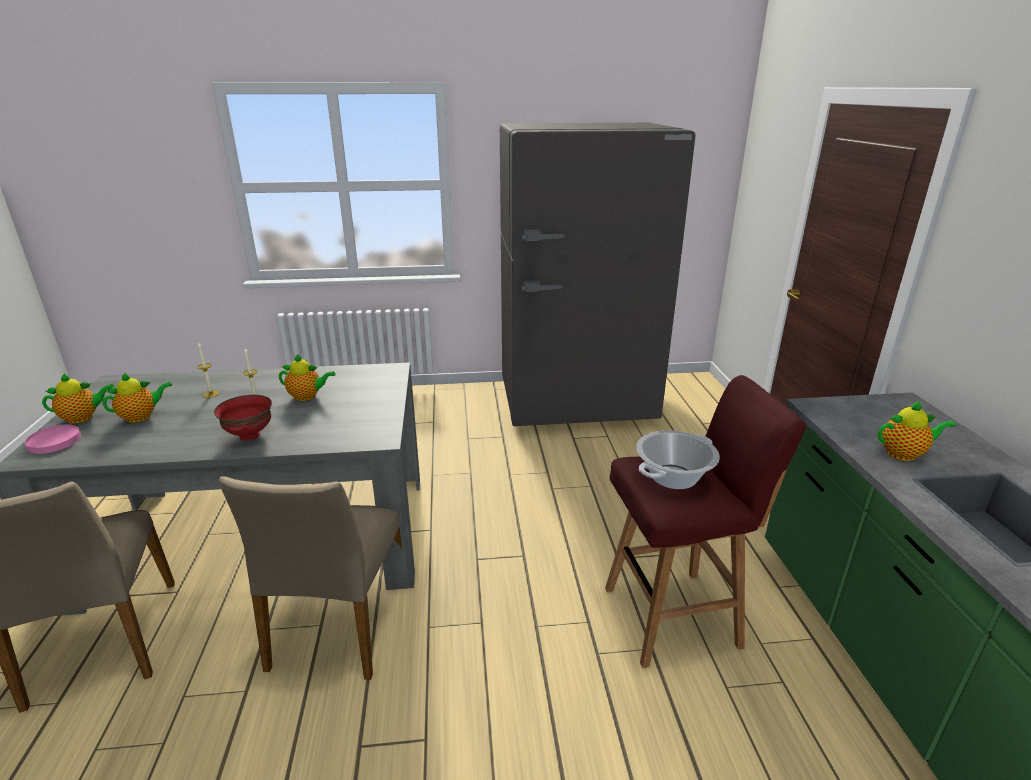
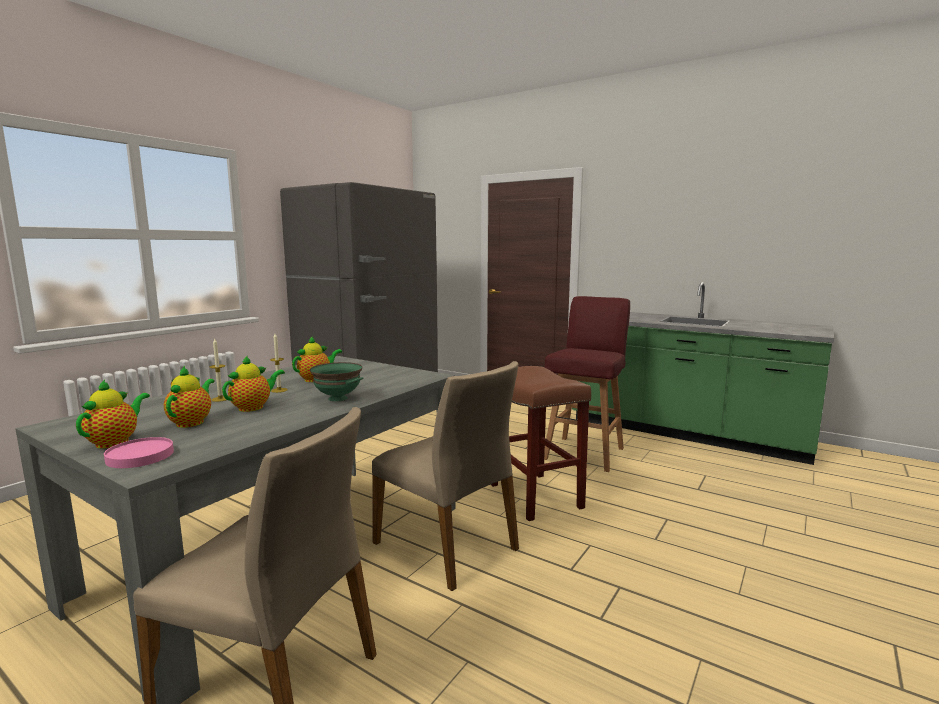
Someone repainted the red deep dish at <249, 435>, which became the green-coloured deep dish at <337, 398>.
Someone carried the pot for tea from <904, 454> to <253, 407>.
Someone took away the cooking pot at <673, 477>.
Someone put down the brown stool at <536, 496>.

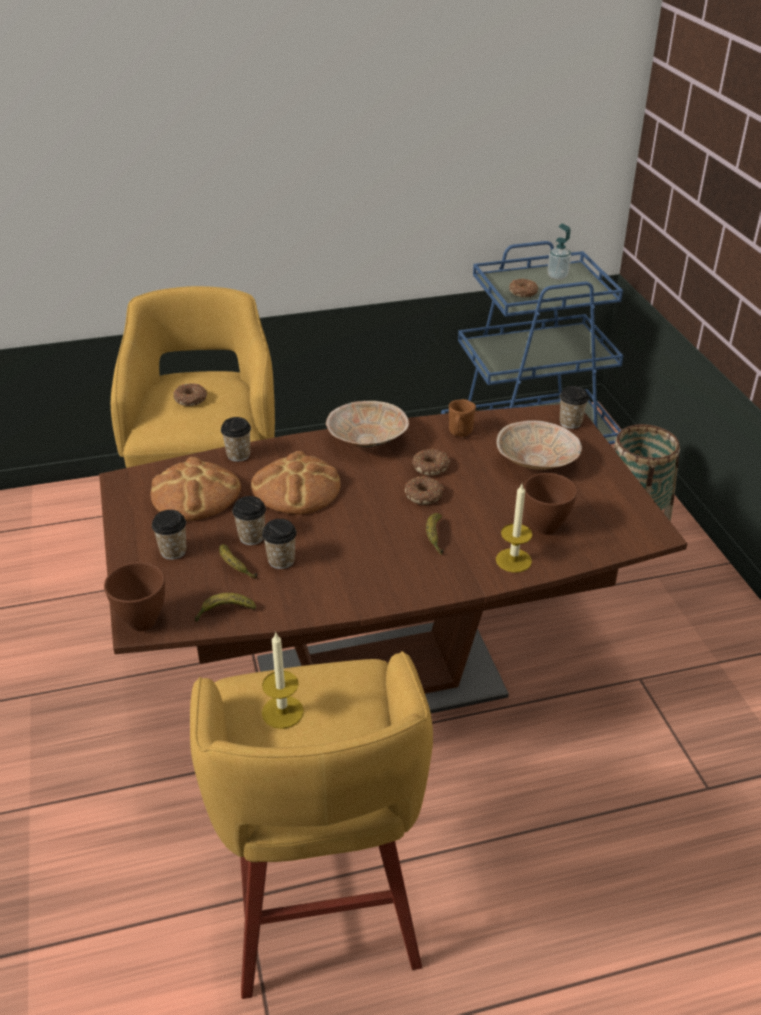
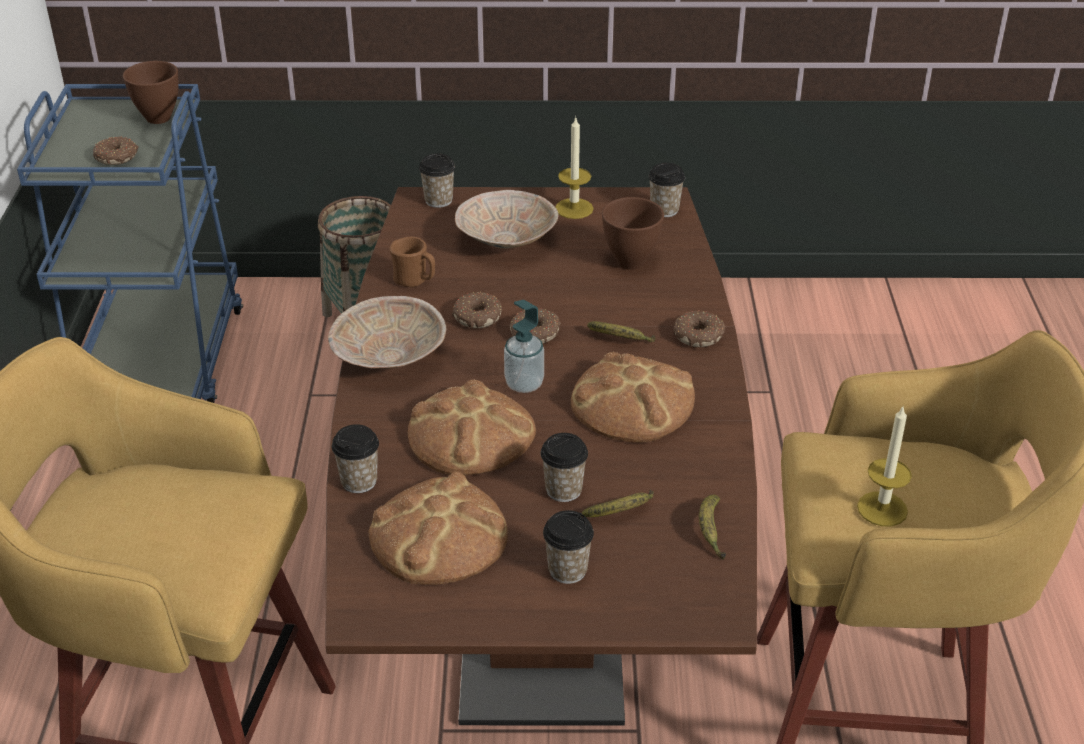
Someone carried the soap bottle from <557, 276> to <524, 384>.
Someone carried the ring doughnut from <191, 399> to <699, 335>.
Someone carried the wax candle from <513, 560> to <574, 208>.
Someone carried the drinking cup from <281, 560> to <664, 210>.
Someone carried the brown deep dish from <142, 621> to <157, 118>.
Someone put down the baked bread at <632, 403>.

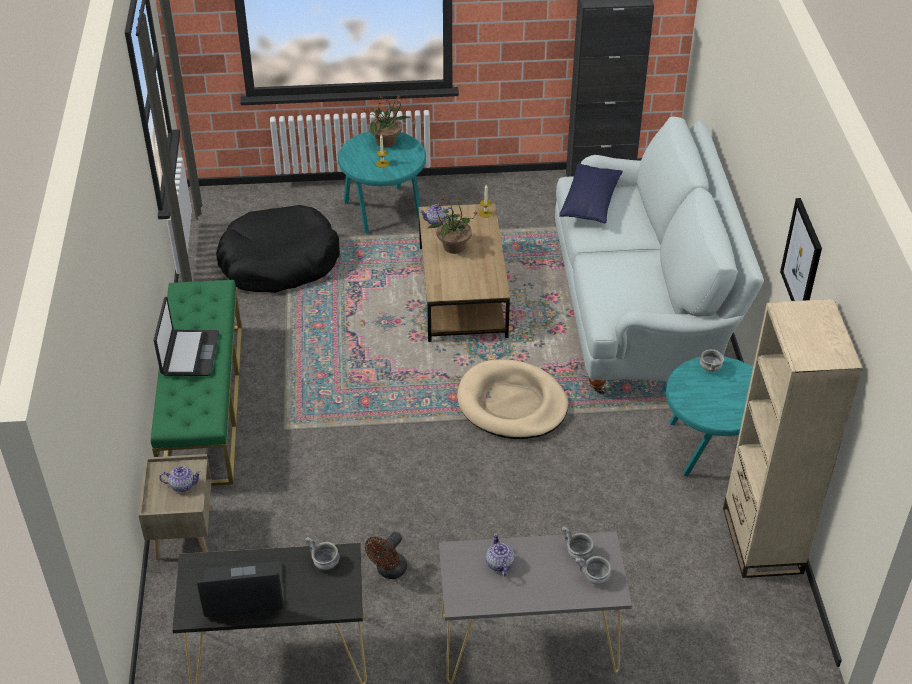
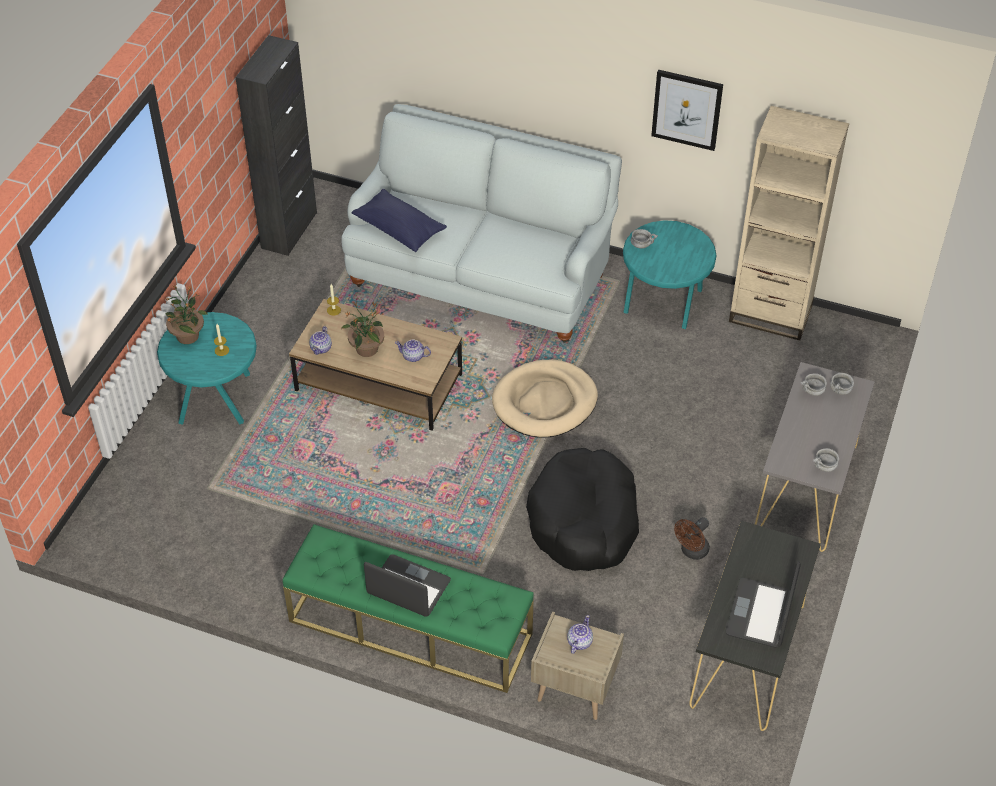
Someone carried the blackish pet bed from <279, 262> to <584, 521>.
Someone rotated the brown fan at <389, 571> by 75 degrees clockwise.
Someone carried the pot for tea from <499, 564> to <413, 356>.
Someone carried the greyish deep dish from <325, 563> to <824, 467>.

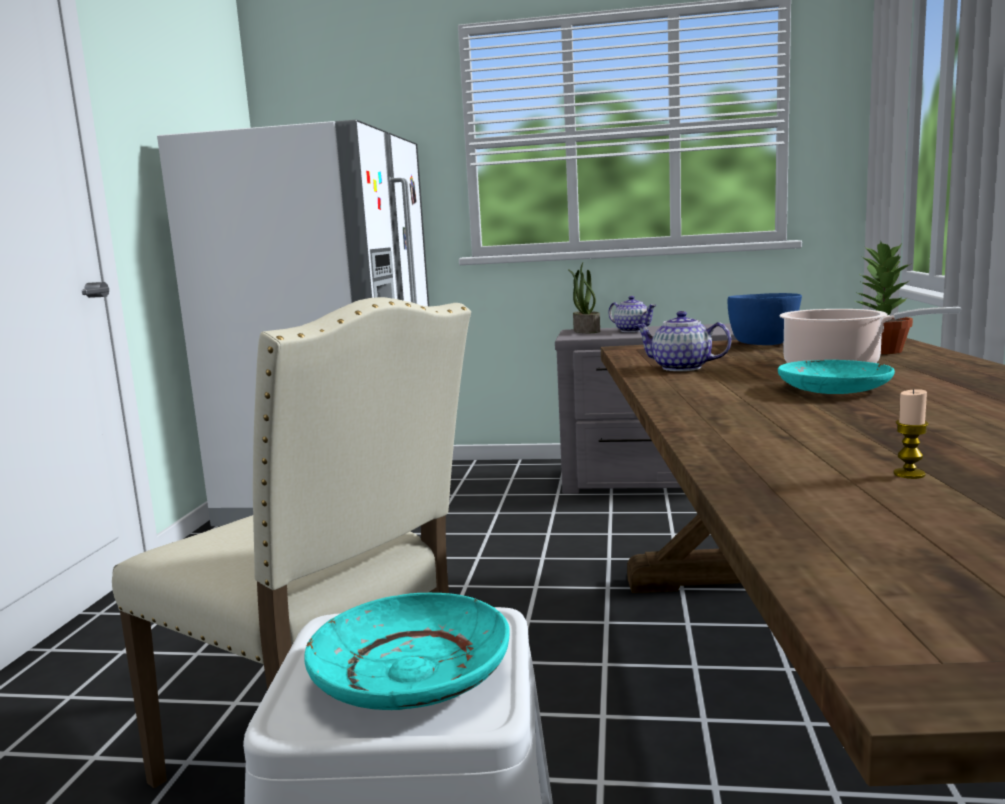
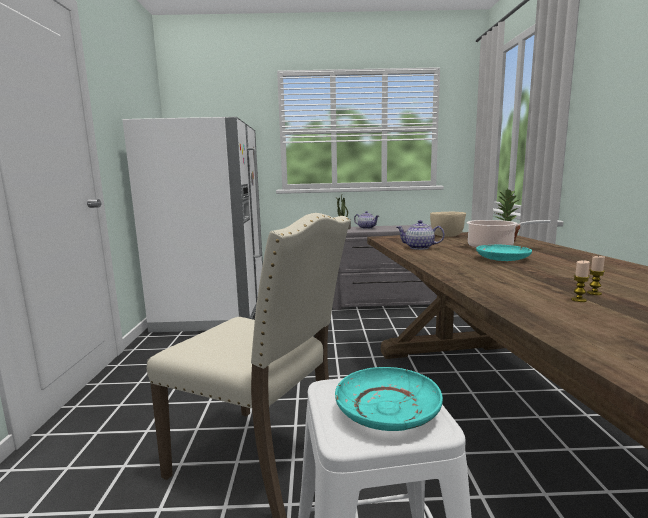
Someone repainted the bluish deep dish at <763, 344>, which became the beige deep dish at <446, 236>.
Someone put down the wax candle at <594, 293>.

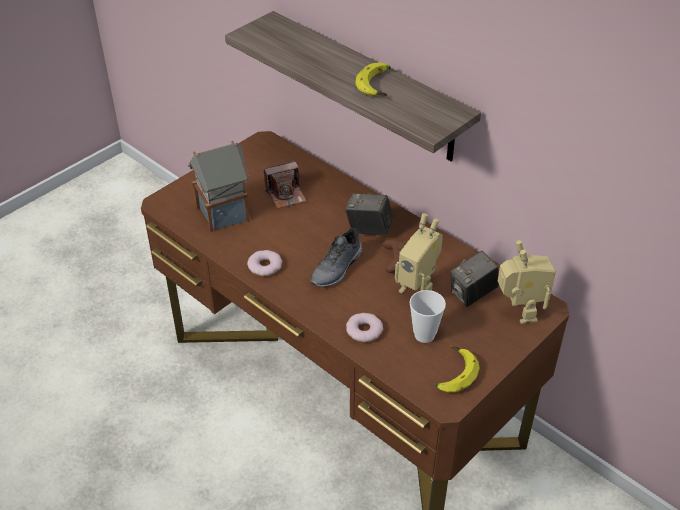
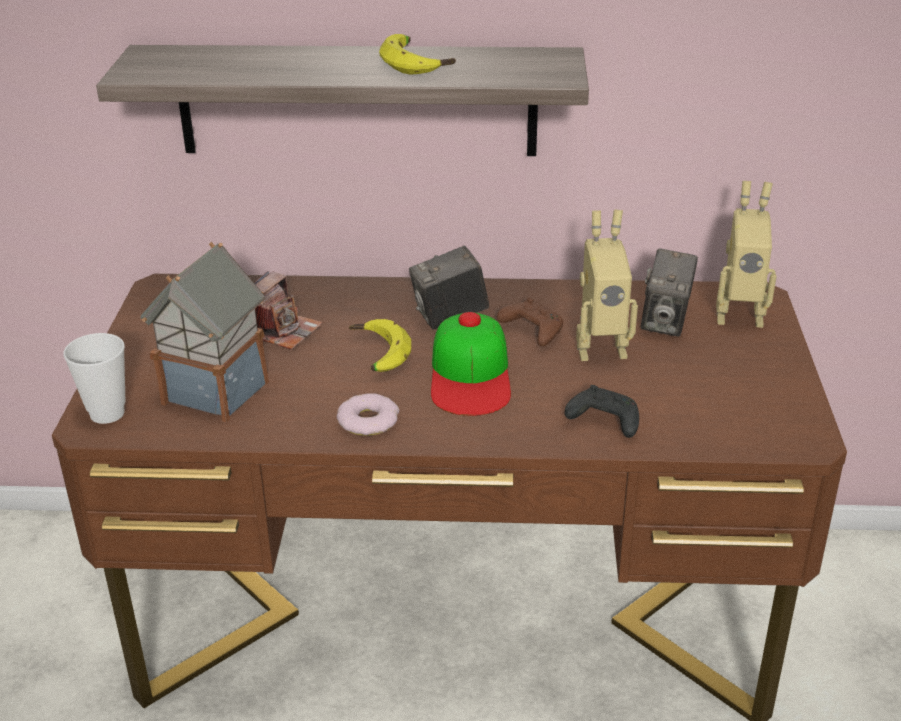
Someone swapped the greyish low shoe at <337, 268> for the cap at <471, 375>.
Someone rotated the toy robot at <518, 313> by 150 degrees clockwise.
Someone carried the drinking cup from <424, 335> to <107, 413>.
Someone swapped the ring doughnut at <364, 330> for the blackish game controller at <603, 421>.
Someone carried the banana fruit from <452, 374> to <376, 354>.

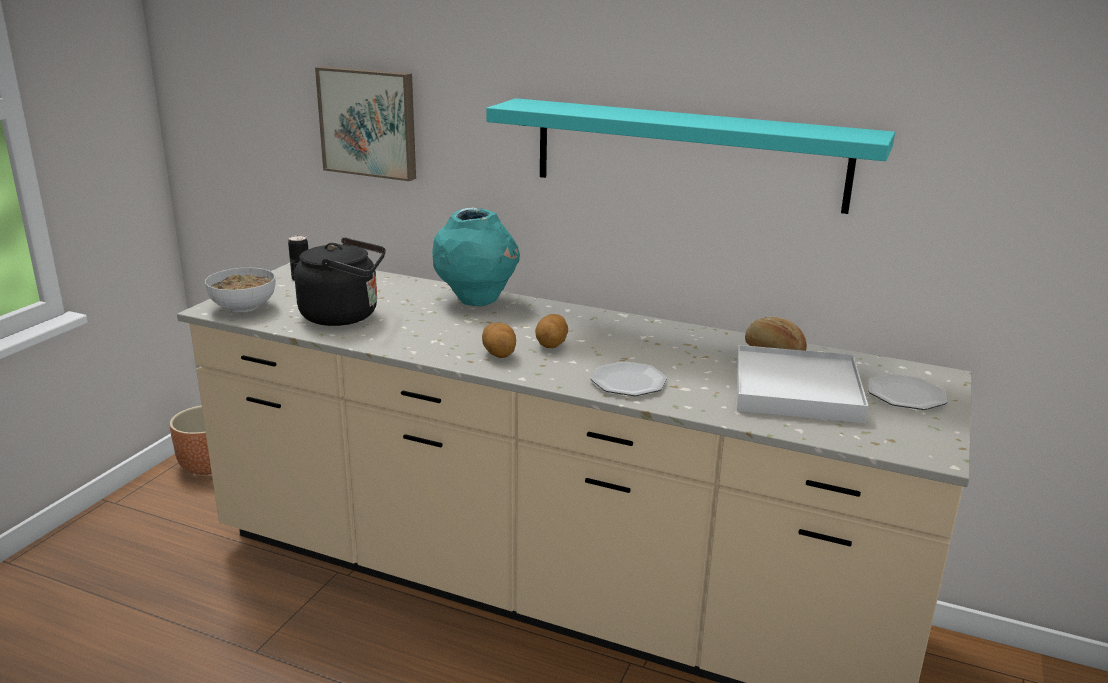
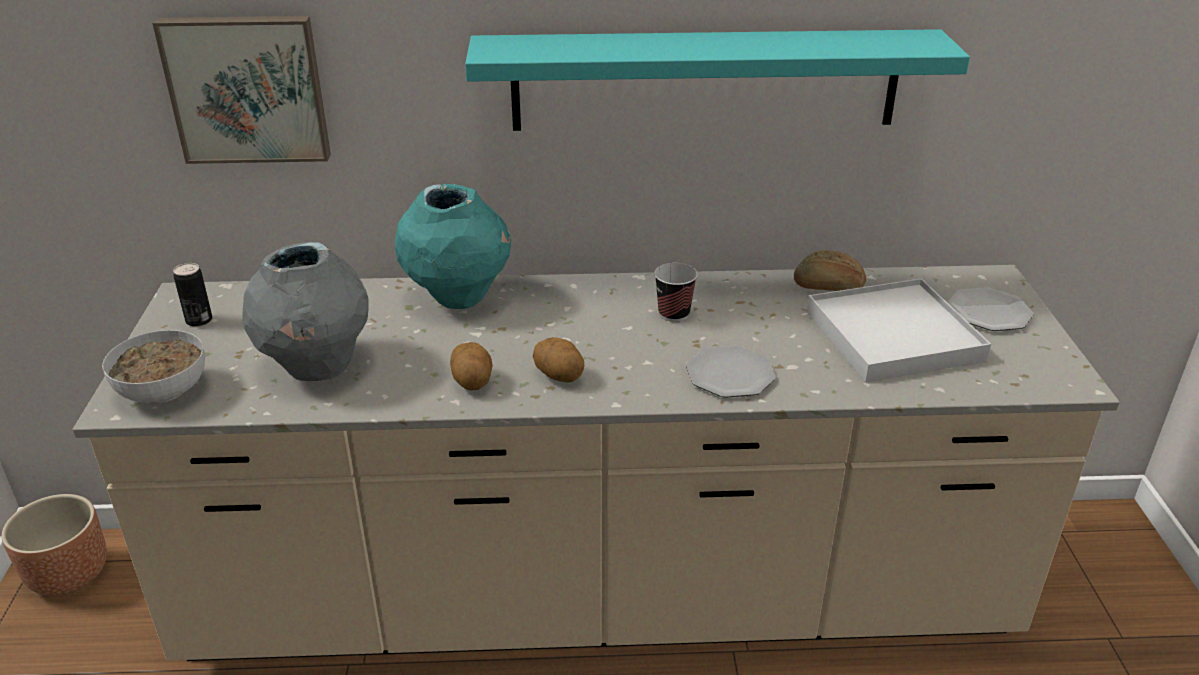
Someone swapped the blackish tea kettle at <345, 316> for the greyish decorative vase at <317, 368>.
Someone carried the spud from <551, 345> to <472, 382>.
Someone put down the drinking cup at <674, 314>.

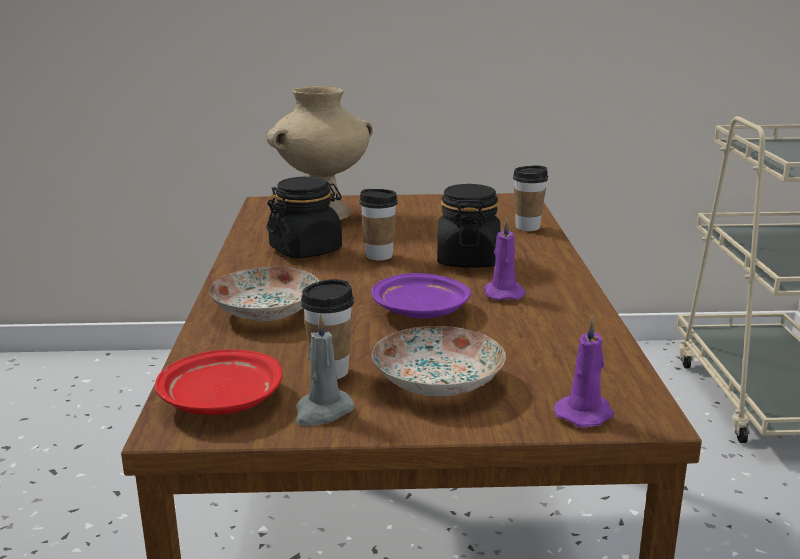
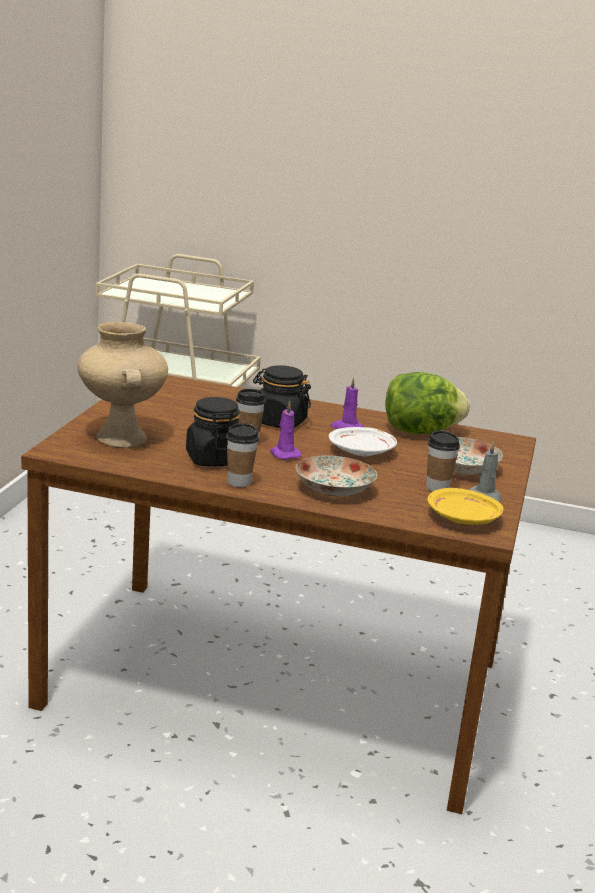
Someone carried the drinking cup from <527, 227> to <239, 482>.
Someone repainted the purple dinner plate at <421, 311>, which became the white dinner plate at <362, 452>.
Someone carried the purple wax candle from <585, 413> to <284, 454>.
Someone repainted the red dinner plate at <220, 401>, which became the yellowish dinner plate at <463, 519>.
Someone put down the lettuce head at <420, 432>.

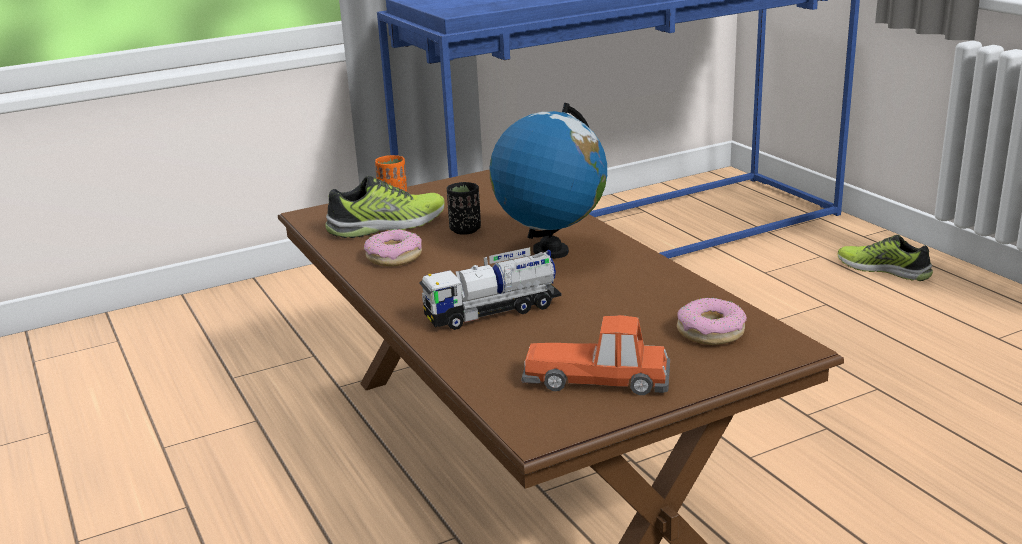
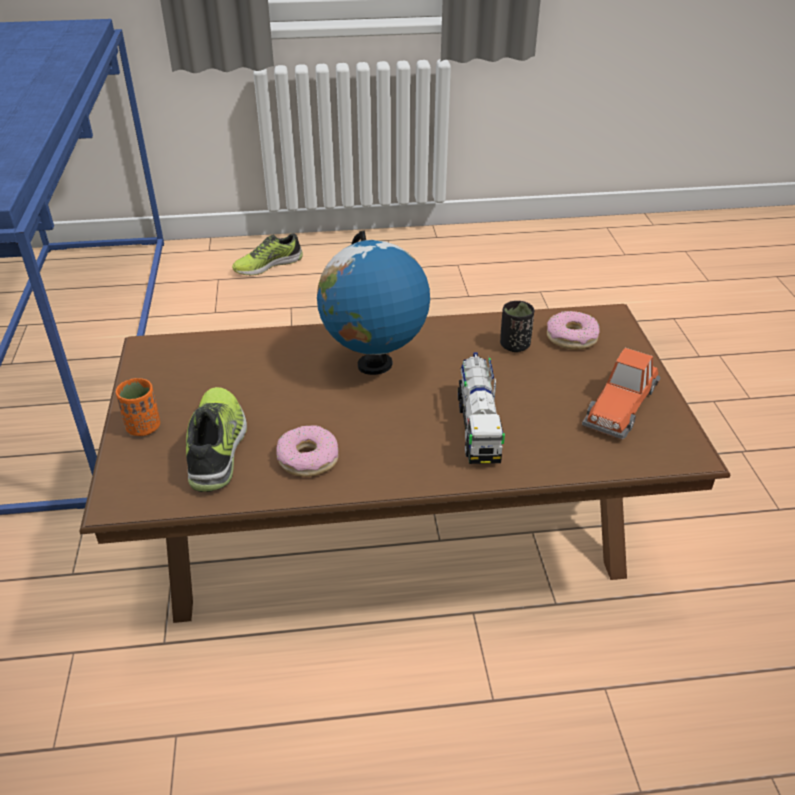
Someone carried the blackish drinking cup from <465, 230> to <514, 345>.

